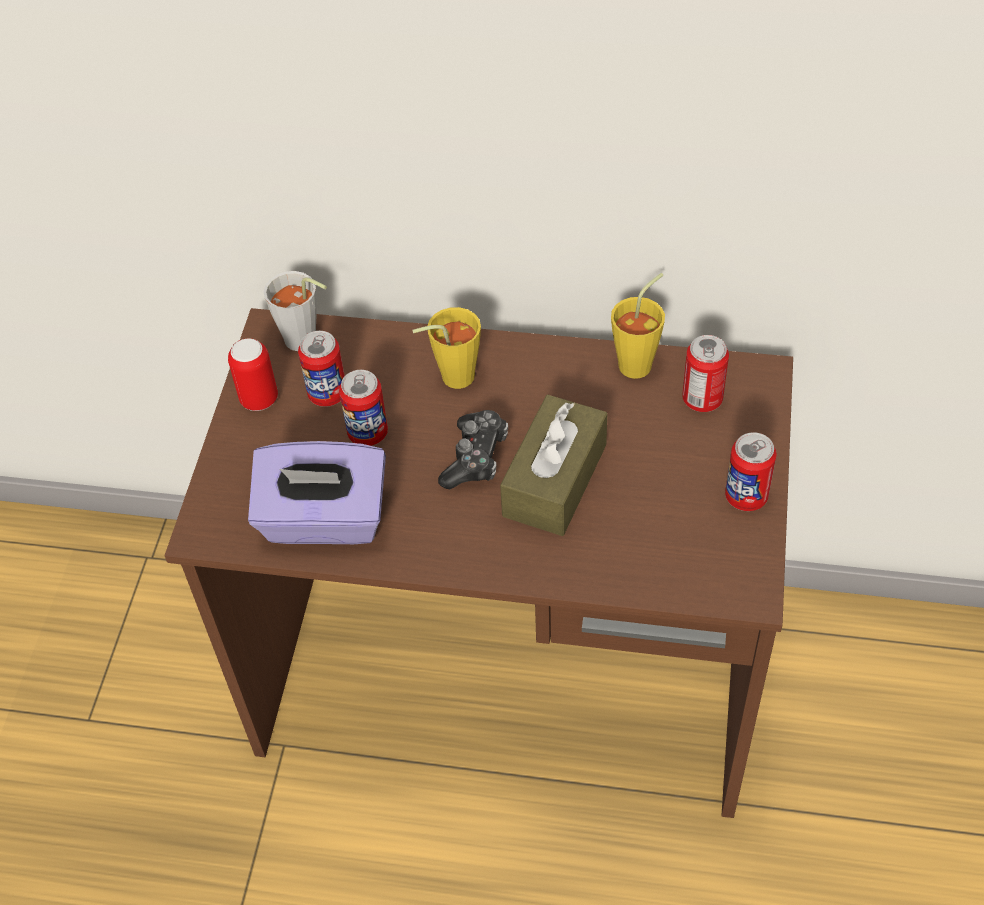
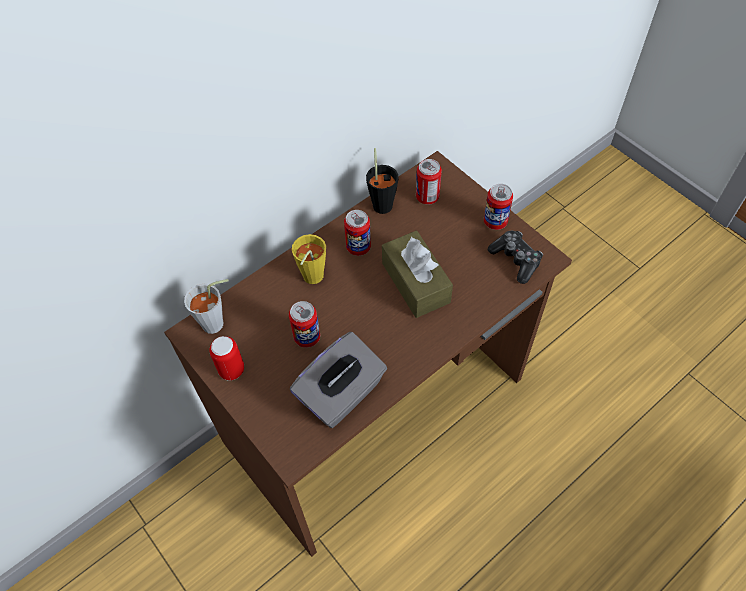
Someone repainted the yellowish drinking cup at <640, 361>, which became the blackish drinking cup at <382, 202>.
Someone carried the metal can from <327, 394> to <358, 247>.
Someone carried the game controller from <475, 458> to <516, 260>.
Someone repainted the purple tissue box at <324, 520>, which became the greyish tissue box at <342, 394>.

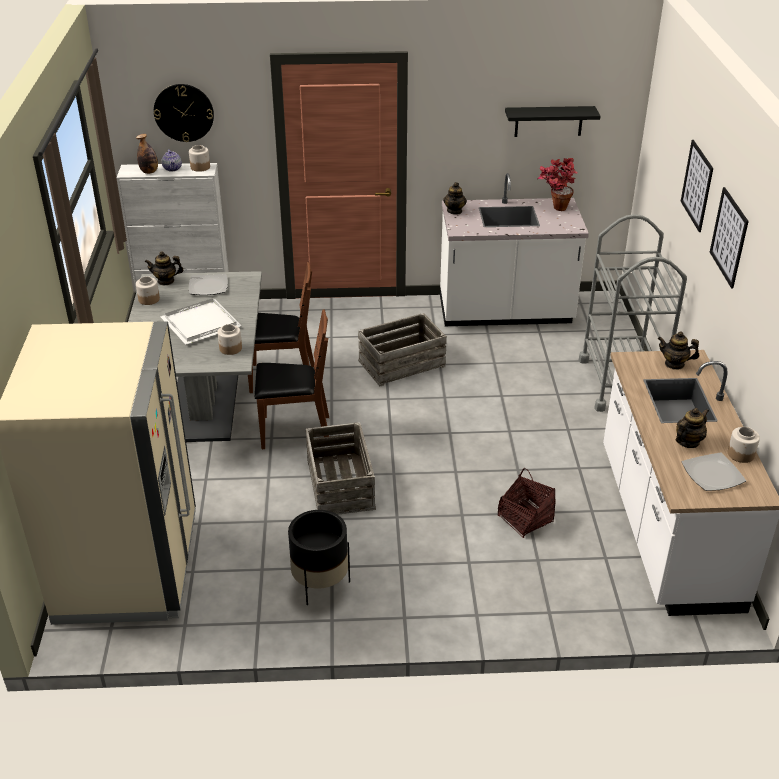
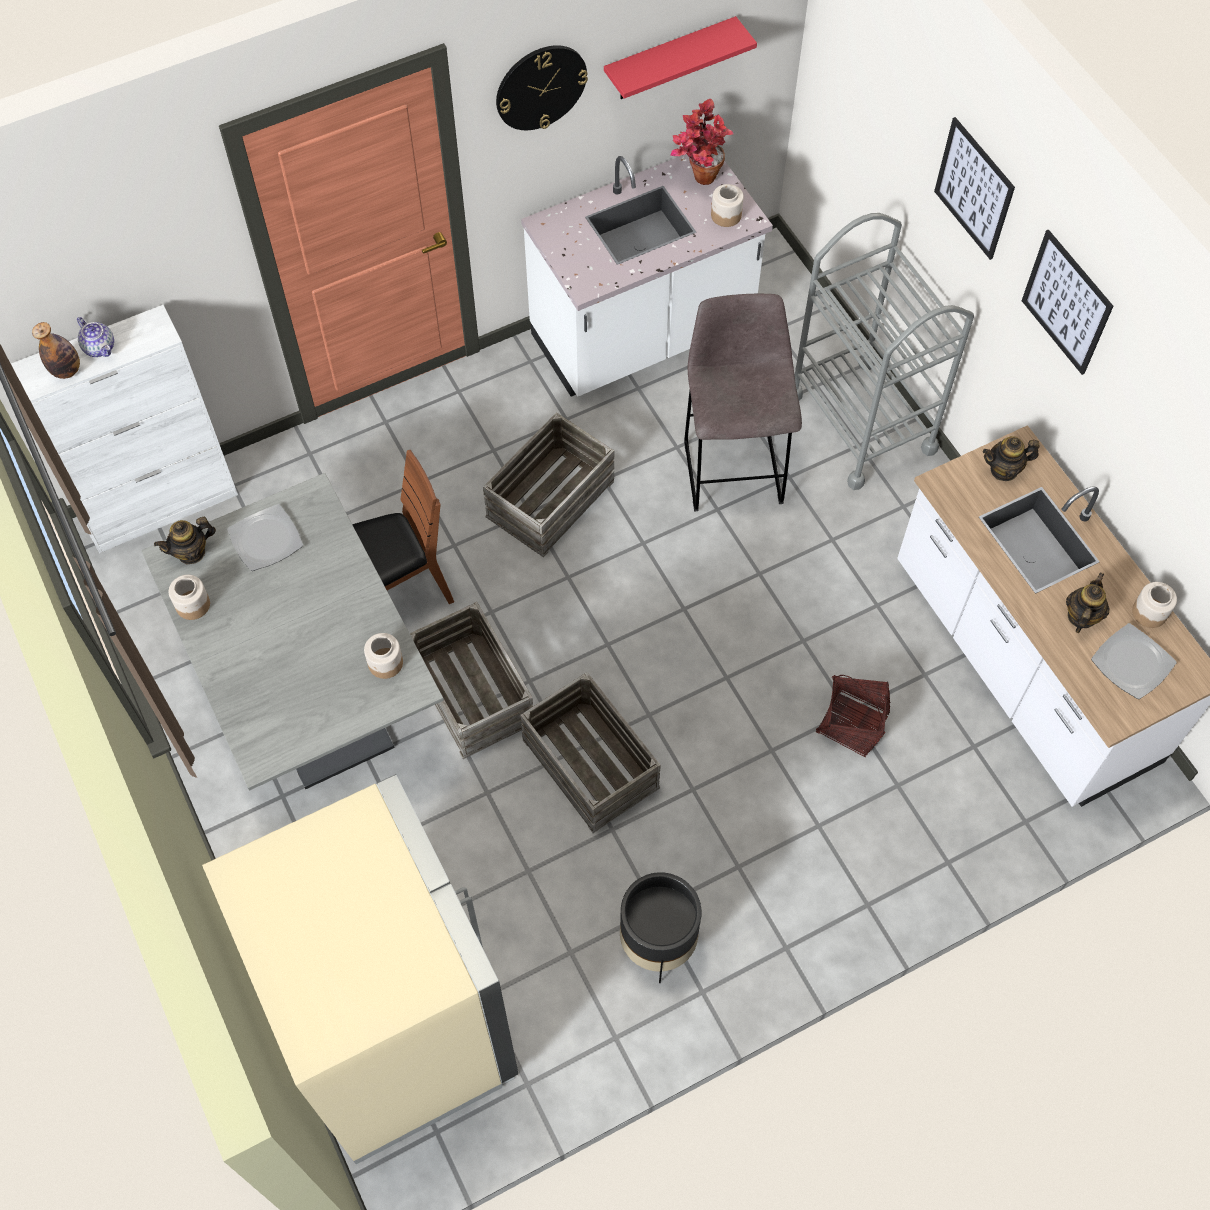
Someone carried the clock on the wall from <184, 112> to <540, 87>.
Someone repainted the blackish bracket shelf at <548, 121>, which became the red bracket shelf at <669, 60>.
Someone carried the jar from <200, 167> to <726, 215>.
Someone took away the pot for tea at <454, 211>.
Someone took away the white tray at <201, 322>.
Someone swapped the brown plain chair at <294, 431> for the packing crate at <473, 692>.
Someone put down the greyish stool at <732, 469>.

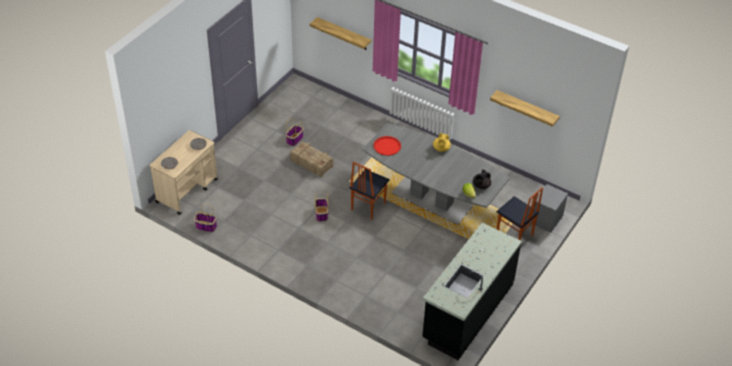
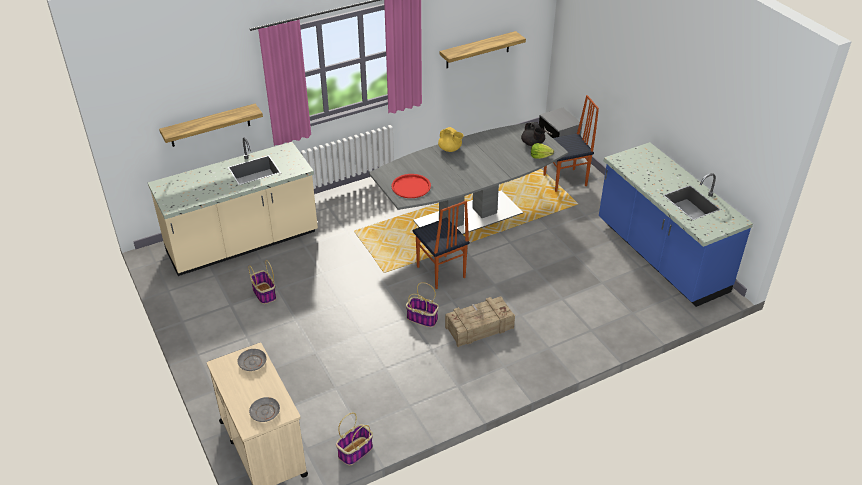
Someone carried the packing crate from <311, 163> to <478, 327>.
Someone repainted the blackish counter at <467, 311>, which became the bluish counter at <660, 256>.
Someone put down the beige counter at <243, 244>.

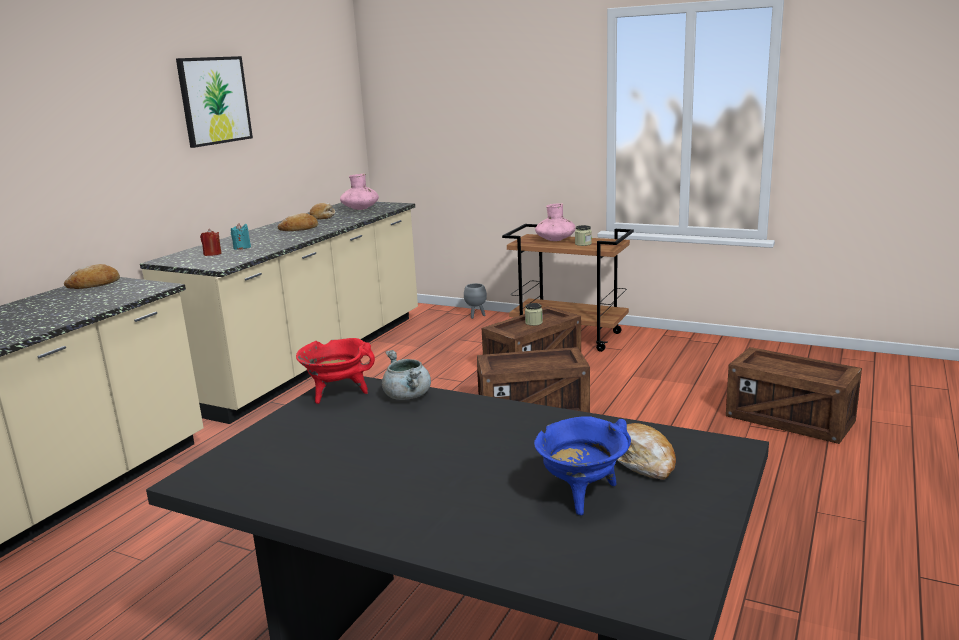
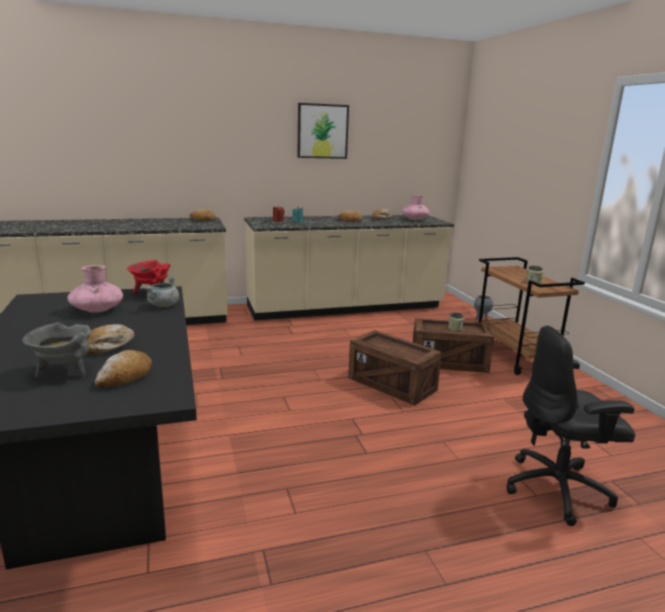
Someone carried the pinkish decorative vase from <555, 240> to <97, 310>.
Someone swapped the packing crate at <789, 419> for the blackish computer chair at <558, 489>.
Someone repainted the bluish cooking pot at <581, 495>, which became the greyish cooking pot at <64, 372>.
Someone put down the baked bread at <108, 346>.

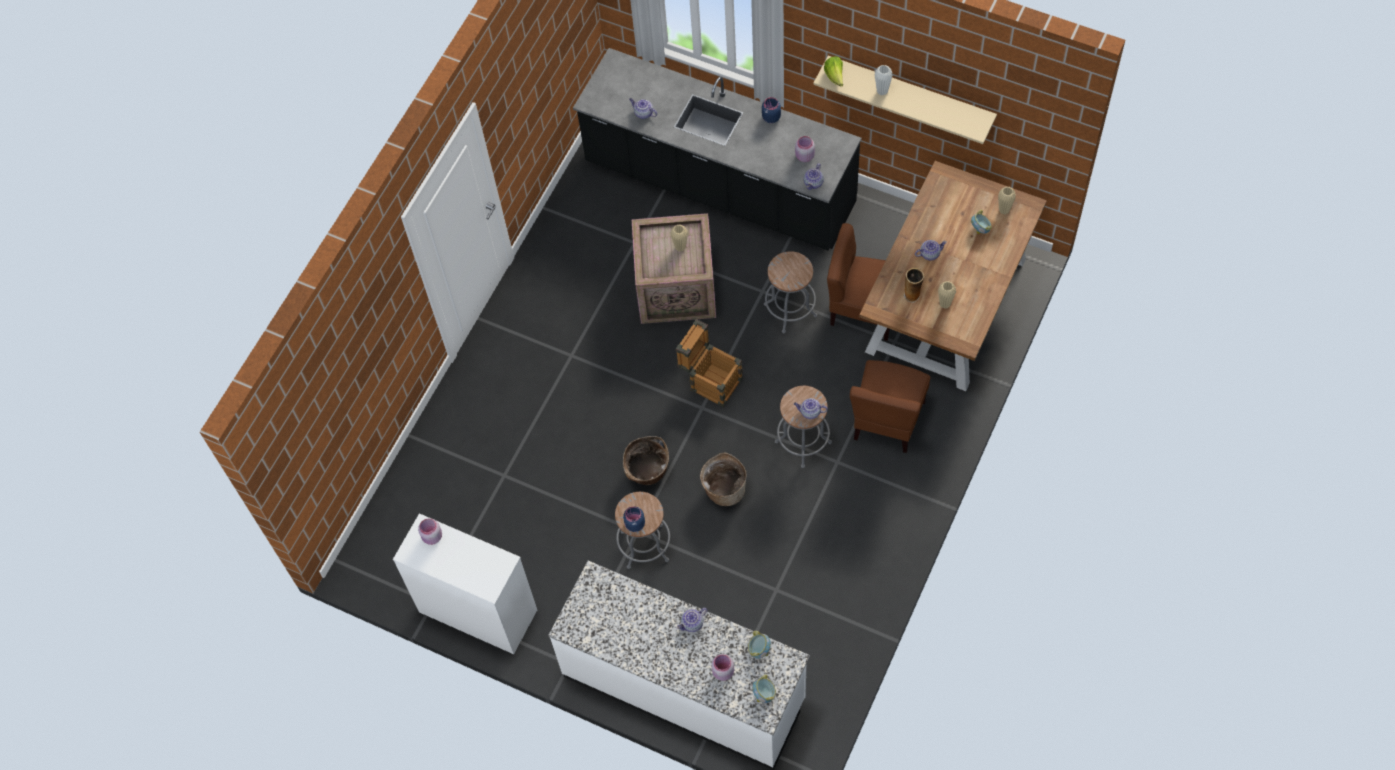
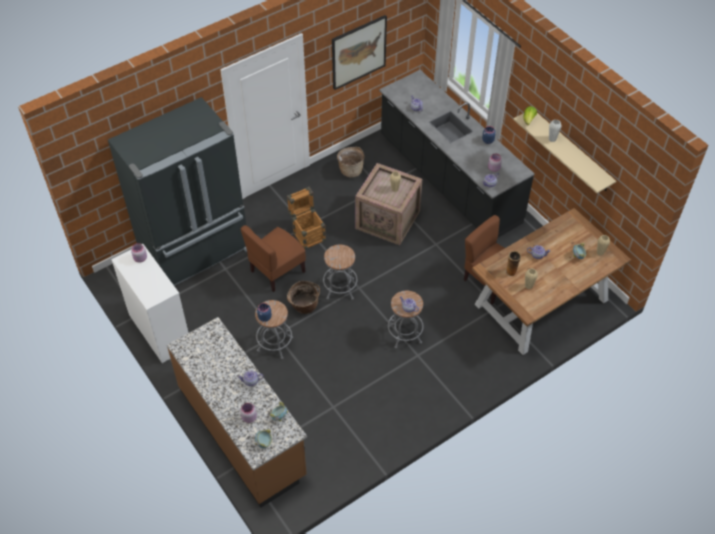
Someone carried the greyish stool from <790, 310> to <340, 288>.
Someone carried the packing crate from <711, 381> to <307, 234>.
Someone carried the brown plain chair from <887, 420> to <277, 271>.
Someone carried the basket from <724, 489> to <351, 170>.
Someone repainted the white counter at <684, 687>, which became the brown counter at <242, 432>.
Someone put up the wall picture at <358, 52>.
Someone put down the blackish kitchen fridge at <196, 252>.

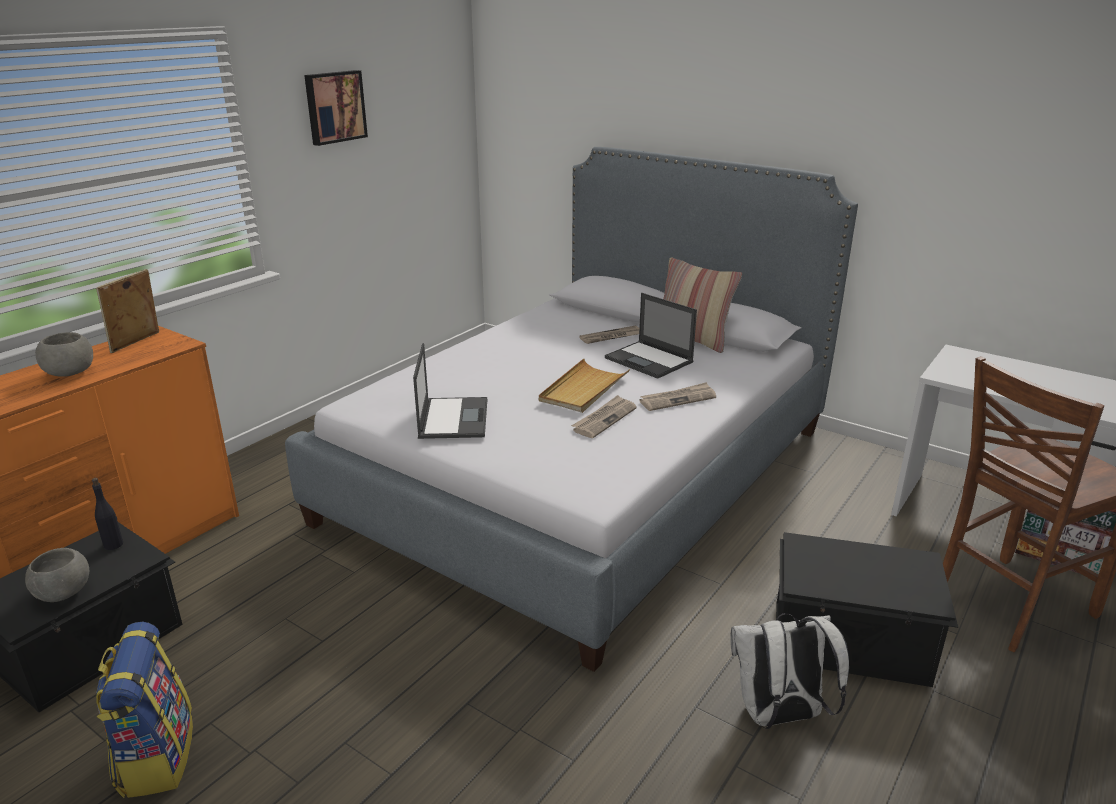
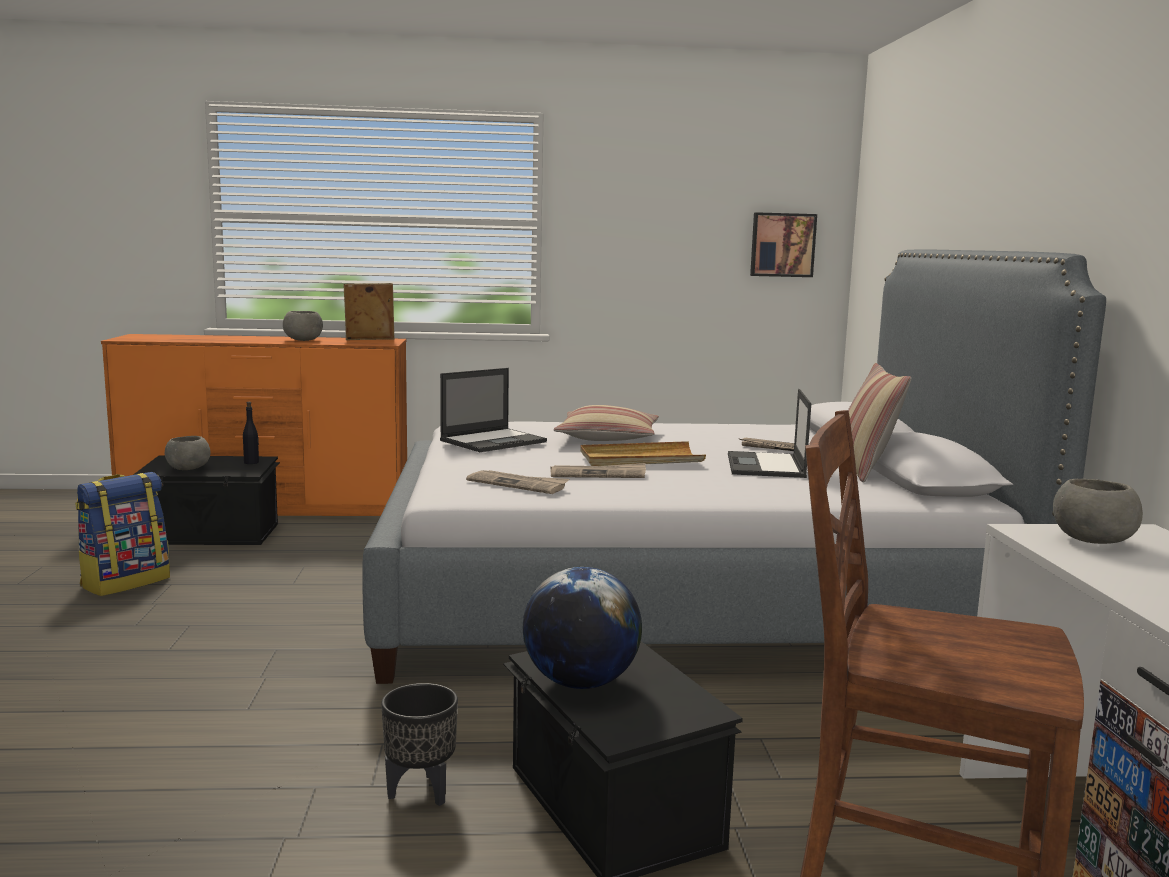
Someone carried the wall picture from <334, 107> to <782, 245>.
Someone carried the newspaper from <678, 399> to <518, 484>.
Someone swapped the white rucksack at <778, 716> for the blackish planter at <419, 792>.
Someone put down the throw pillow at <607, 438>.
Someone put down the greyish deep dish at <1092, 541>.
Someone put down the world globe at <580, 683>.

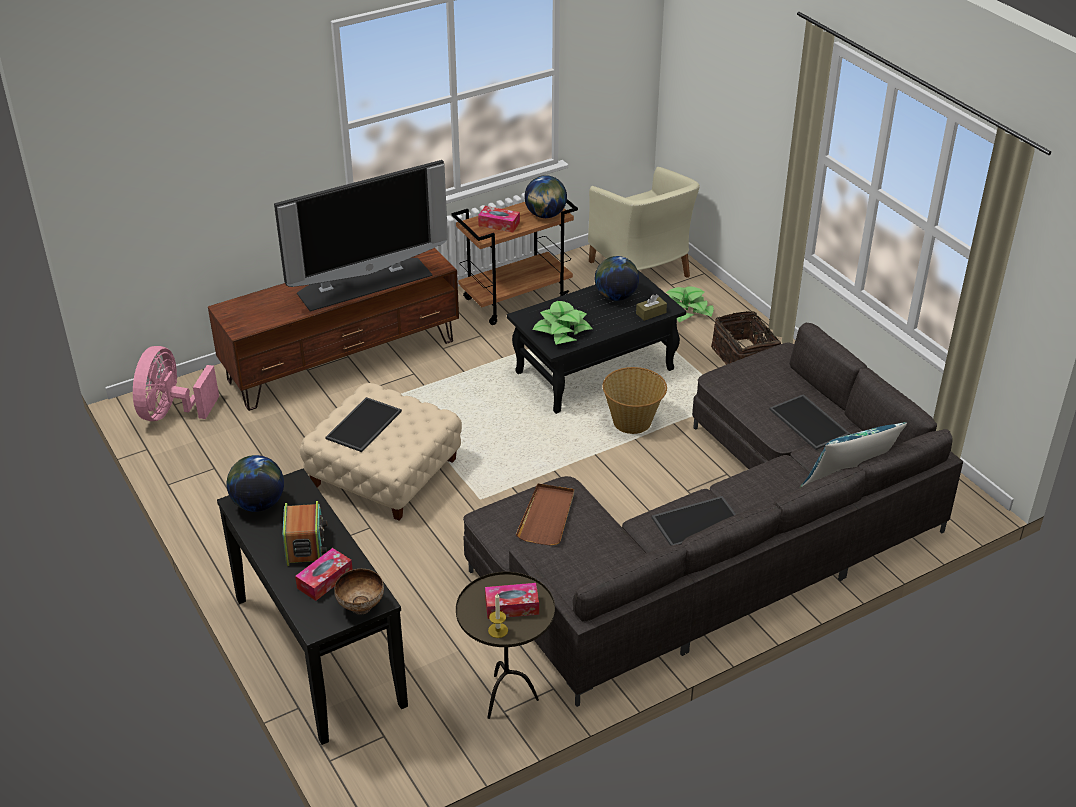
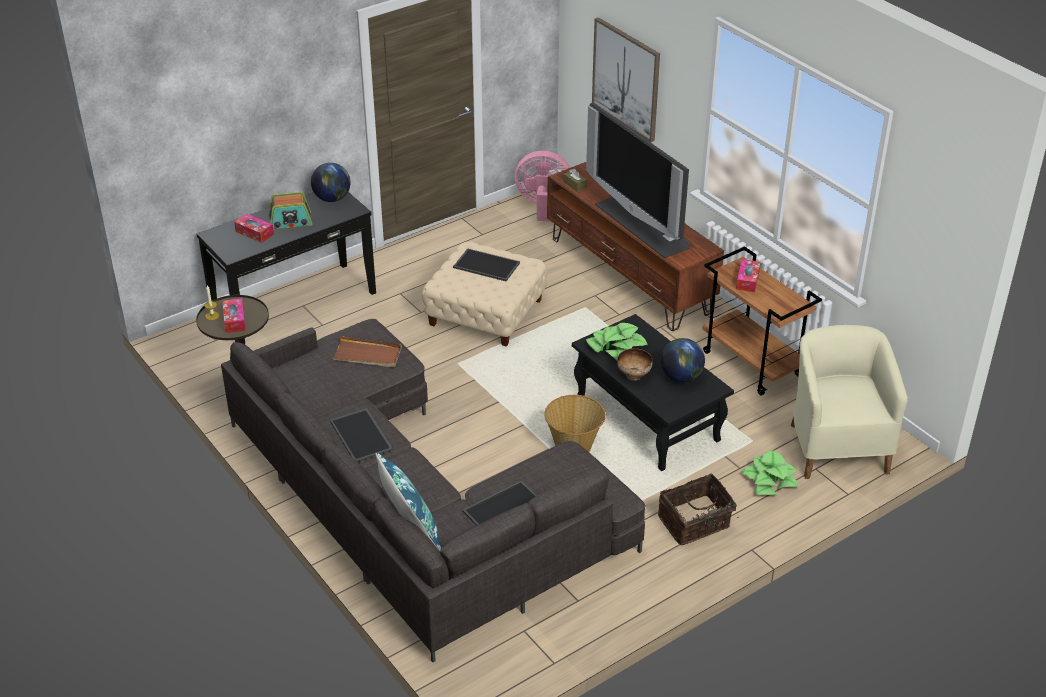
Someone rotated the beige easy chair at <642, 270> by 120 degrees clockwise.
Someone took away the world globe at <545, 215>.
Someone carried the brown tissue box from <651, 313> to <575, 185>.
Someone carried the deep dish from <361, 606> to <634, 375>.
Someone put up the wall picture at <626, 79>.

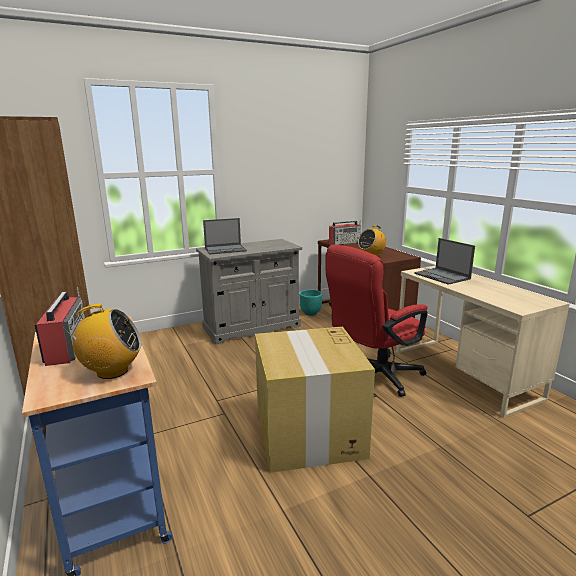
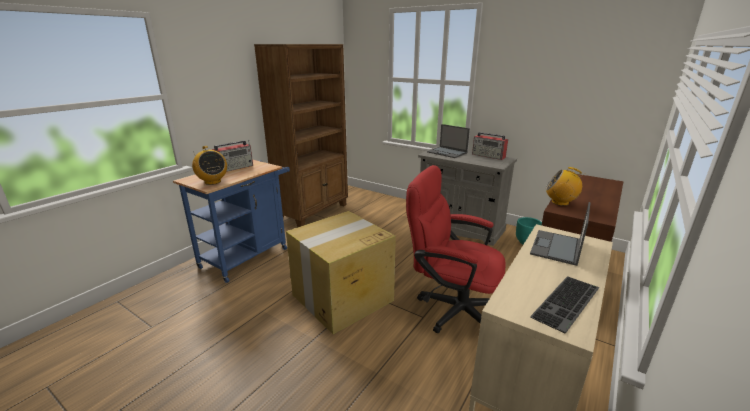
Someone carried the radio receiver from <345, 243> to <488, 156>.
Someone put down the PC keyboard at <567, 303>.

